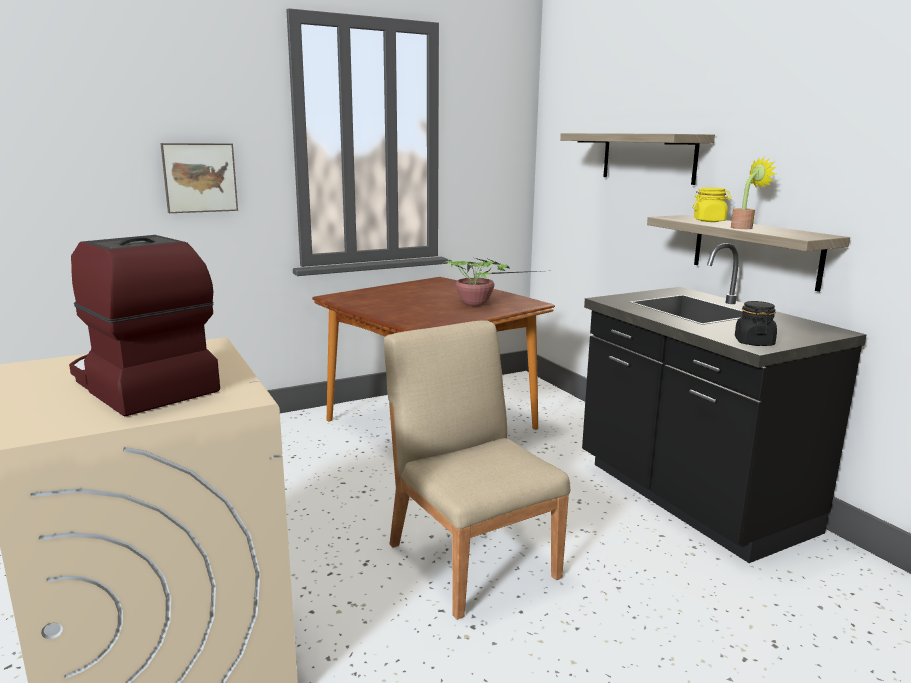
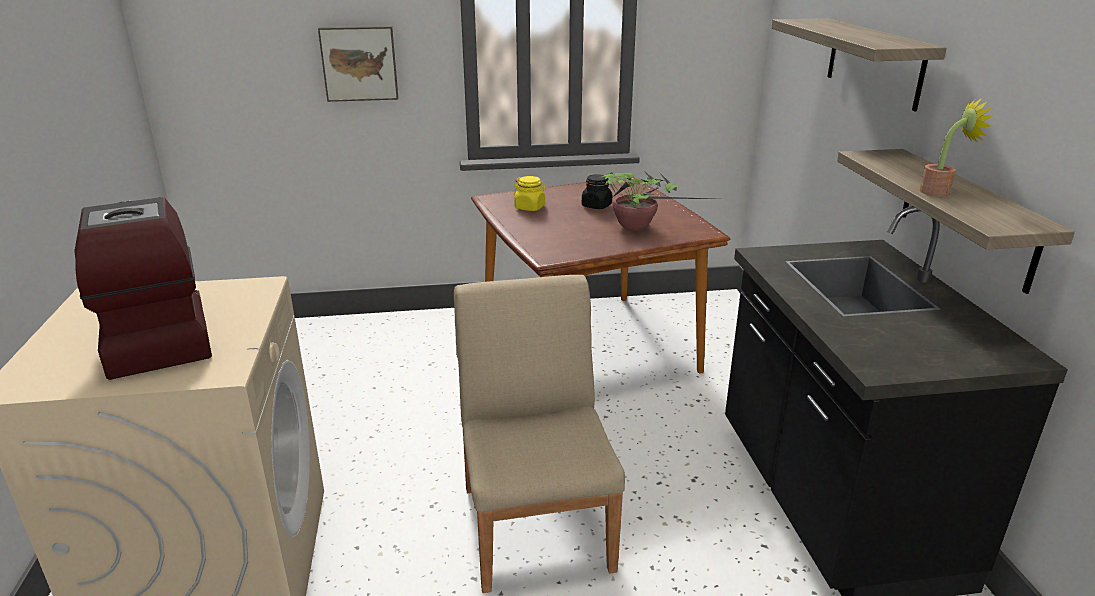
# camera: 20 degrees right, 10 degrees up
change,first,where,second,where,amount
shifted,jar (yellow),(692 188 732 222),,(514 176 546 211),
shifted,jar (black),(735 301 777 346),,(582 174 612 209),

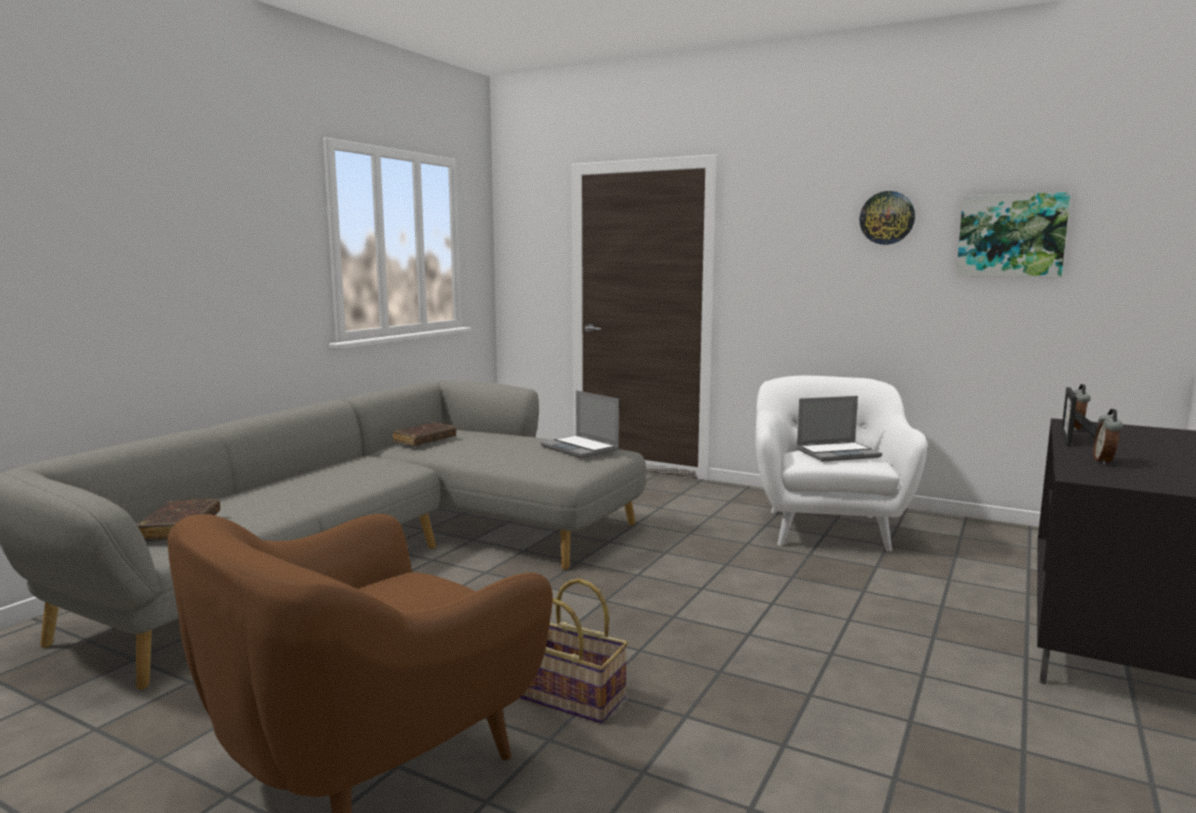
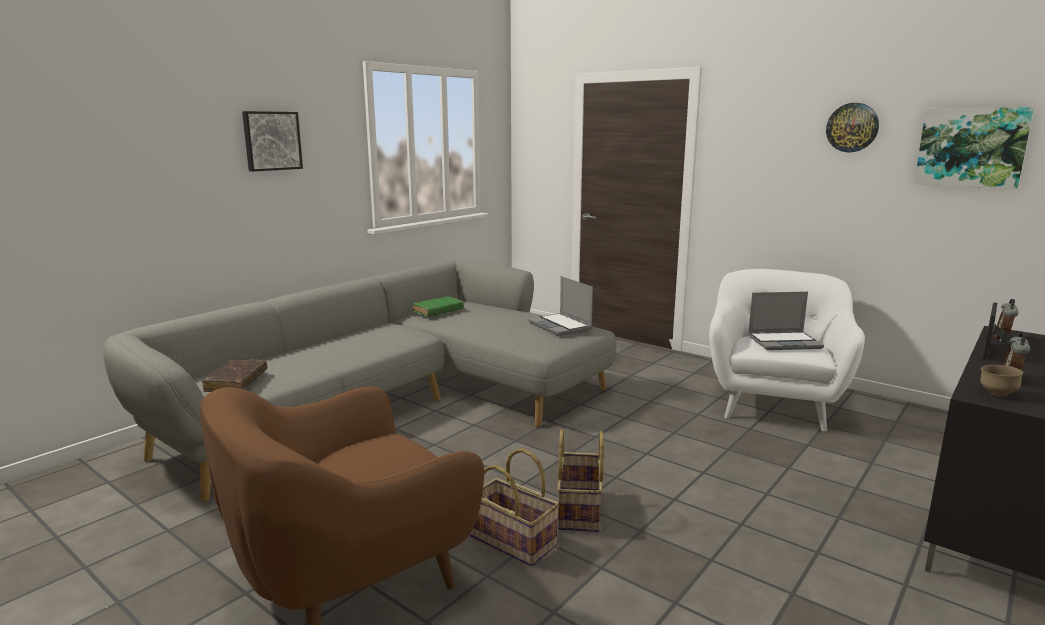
# camera: 10 degrees right, 5 degrees up
change,first,where,second,where,amount
new,,,picture,(242 111 303 172),
repainted,book (brown),(392 422 456 446),book (green),(413 296 464 316),
new,,,basket,(557 429 604 532),
new,,,bowl (brown),(981 365 1023 396),

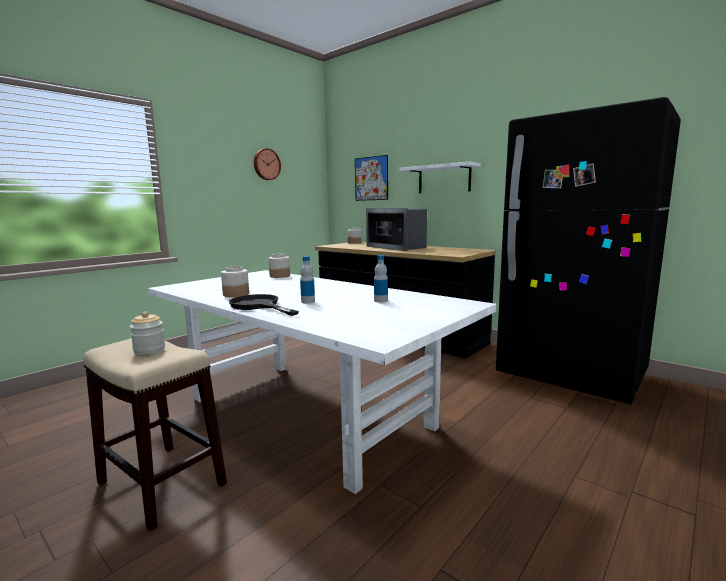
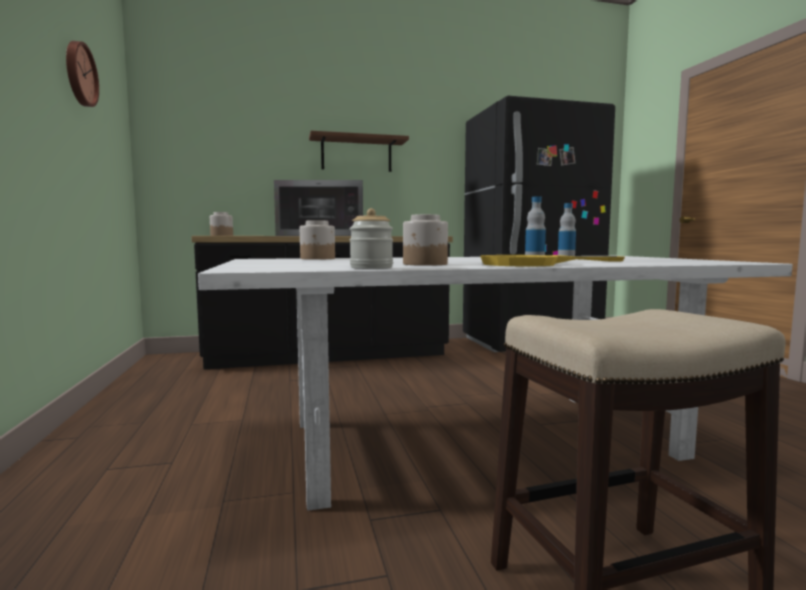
# camera: 55 degrees left, 5 degrees down
change,first,where,second,where,amount
repainted,shelf (white),(399 162 481 193),shelf (brown),(309 131 409 172),
shifted,jar,(130 312 165 354),,(349 208 393 269),
repainted,frying pan (black),(229 294 299 316),frying pan (yellow),(480 255 625 266),
gone,picture,(355 155 388 201),,,

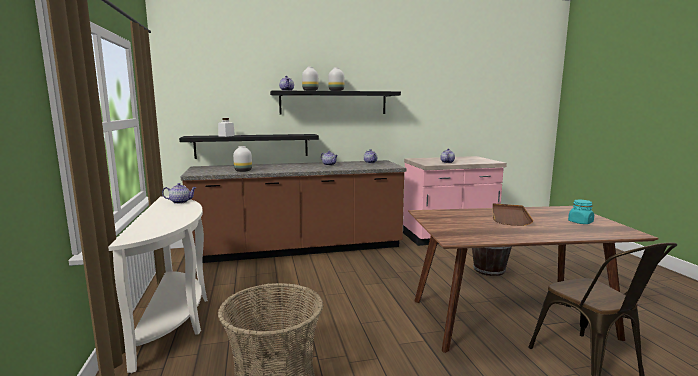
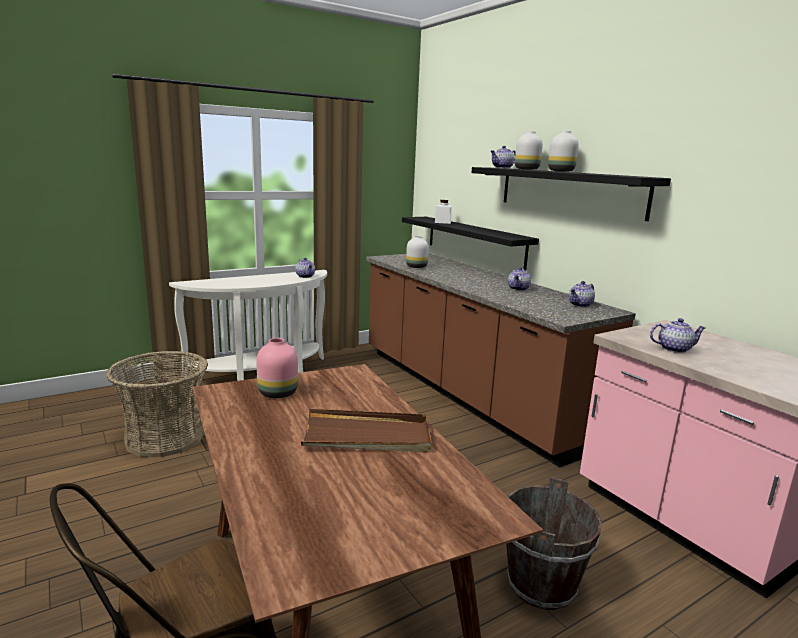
# camera: 70 degrees right, 5 degrees up
change,first,where,second,where,amount
new,,,vase (pink),(256 338 298 398),
gone,jar (turquoise),(568 200 594 224),,,

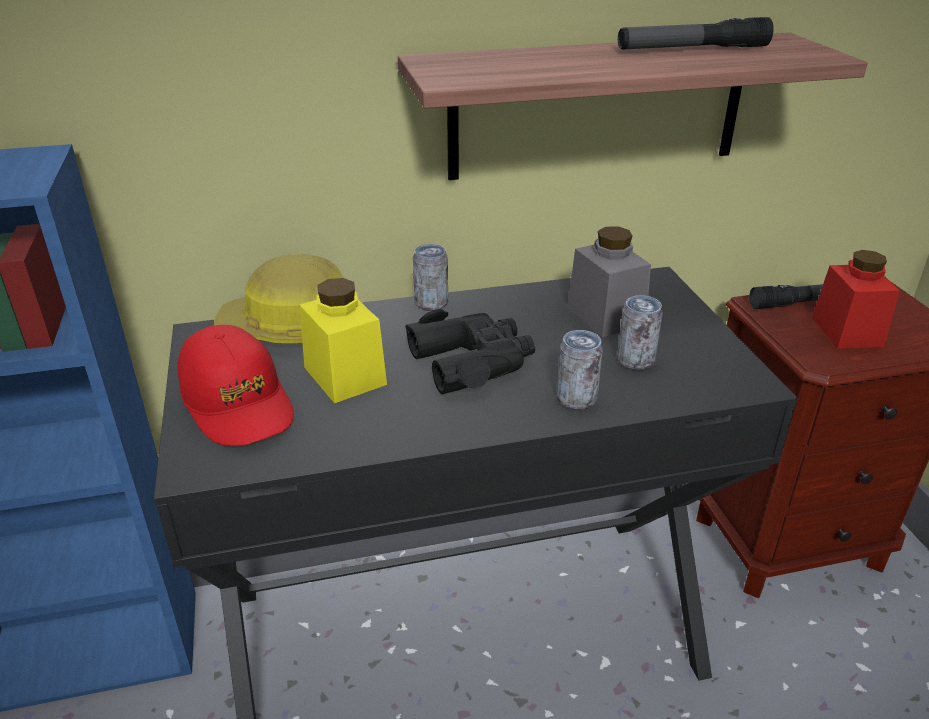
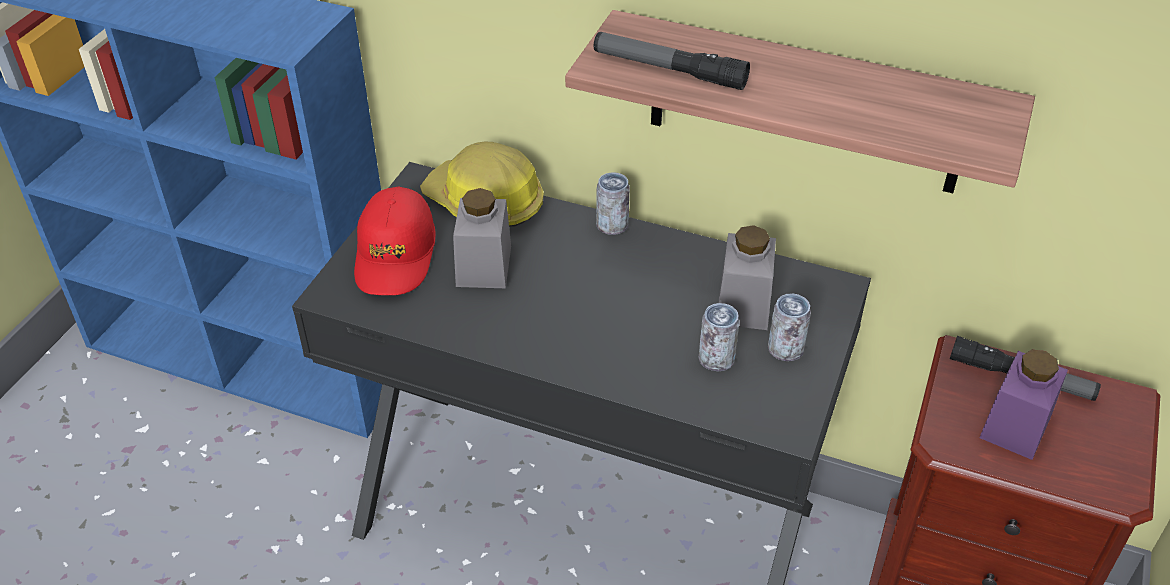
# camera: 35 degrees right, 10 degrees up
change,first,where,second,where,amount
repainted,jar (yellow),(299 278 387 403),jar (grey),(453 188 511 288),
shifted,flashlight,(618 17 774 49),,(594 32 750 90),
shifted,can,(557 330 603 410),,(768 293 811 361),
repainted,jar (red),(812 250 900 349),jar (purple),(979 350 1068 460),
gone,binoculars (black),(405 309 535 394),,,

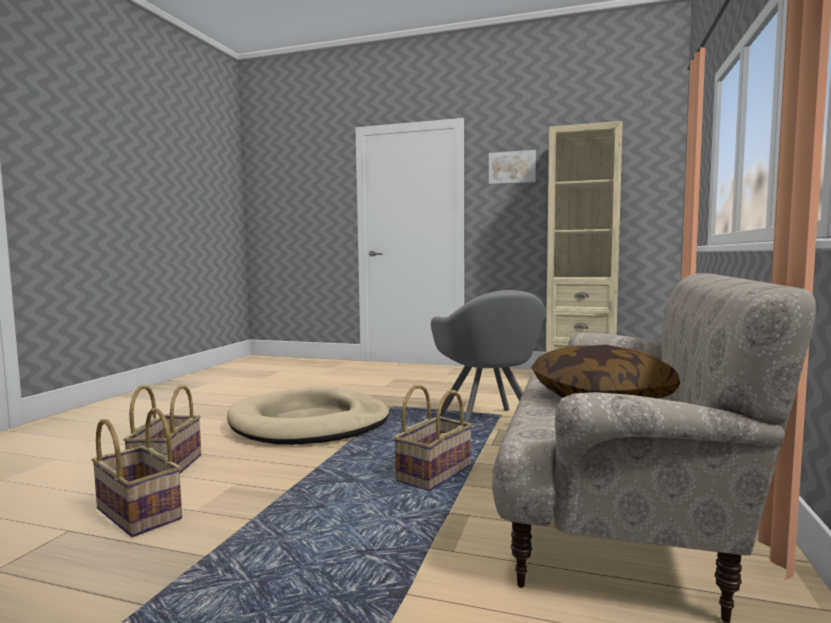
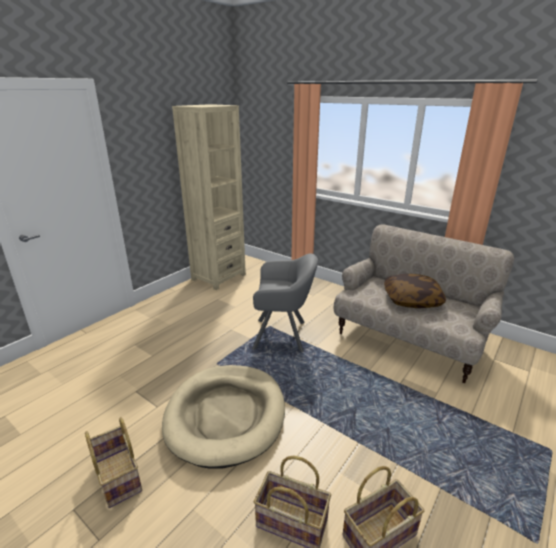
# camera: 70 degrees left, 20 degrees up
change,first,where,second,where,amount
shifted,basket,(393 384 472 491),,(85 417 142 508),
gone,picture,(489 150 536 185),,,

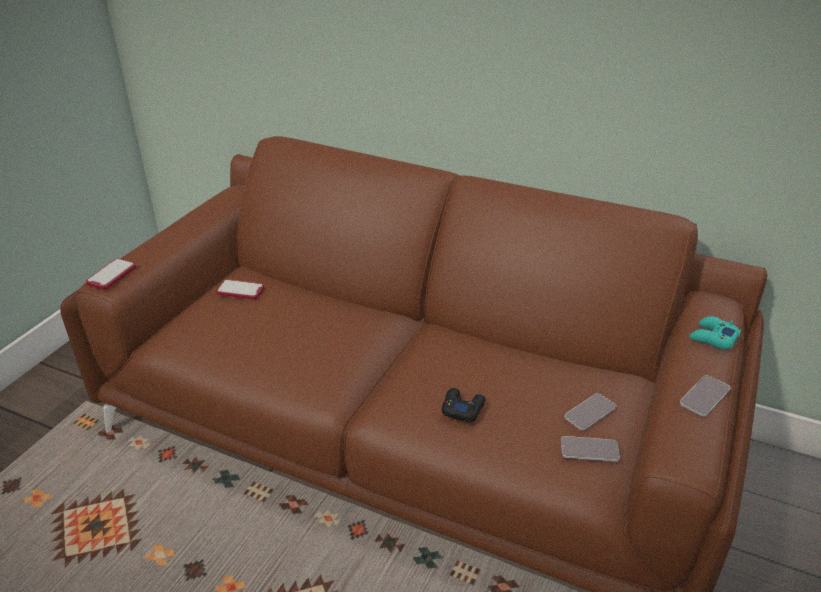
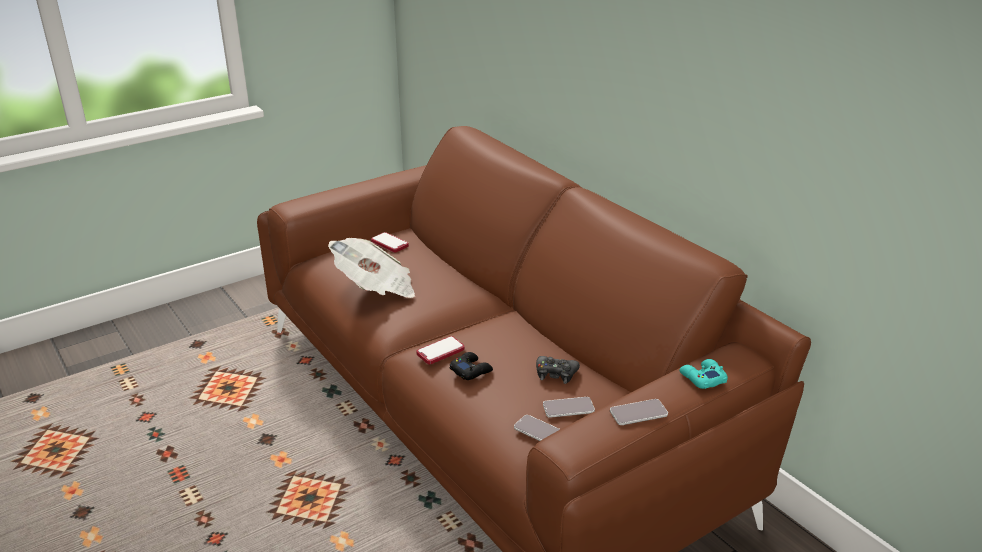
# camera: 30 degrees right, 5 degrees down
change,first,where,second,where,amount
new,,,newspaper,(328 238 415 298),
shifted,phone,(86 259 136 290),,(416 336 465 364),
new,,,game controller (black),(536 356 580 384),

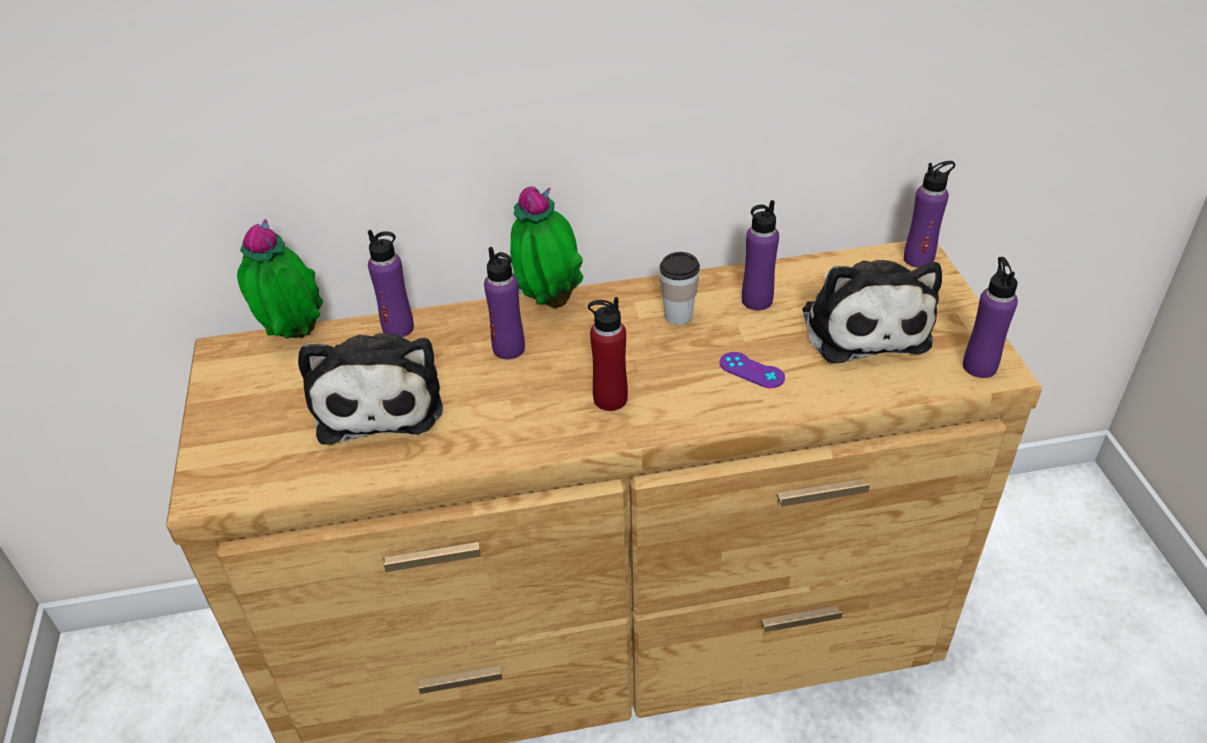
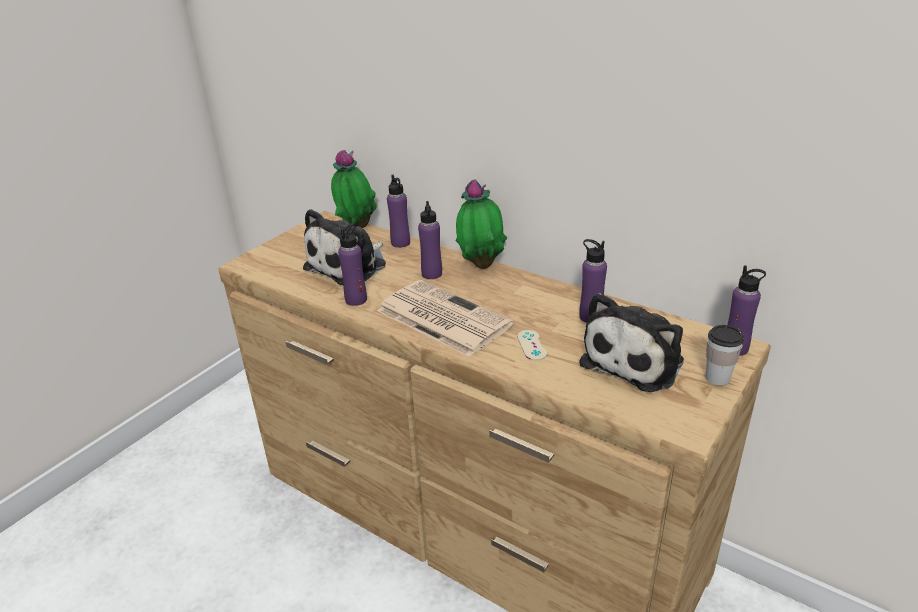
# camera: 45 degrees right, 10 degrees down
change,first,where,second,where,amount
shifted,bottle (purple),(963 257 1018 378),,(338 223 367 306),
swapped,bottle (red),(588 297 628 411),newspaper,(377 280 514 357),
repainted,game controller (purple),(719 352 785 388),game controller (beige),(517 330 547 361),
shifted,cup,(659 252 700 325),,(706 325 744 386),

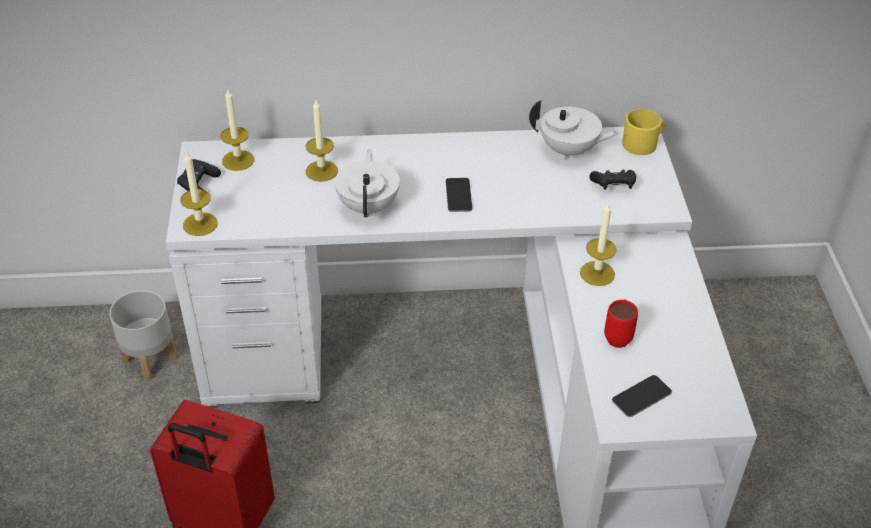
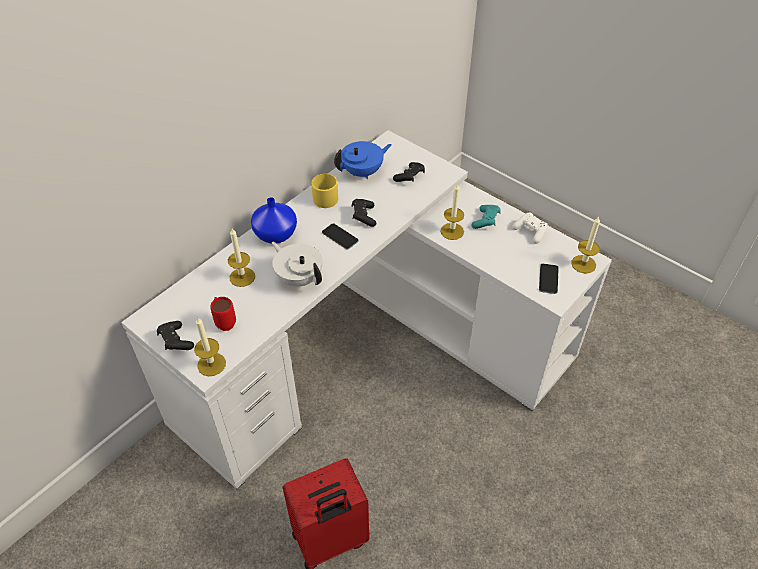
# camera: 45 degrees left, 5 degrees up
change,first,where,second,where,amount
shifted,mug (red),(604 299 638 348),,(210 297 236 331),
new,,,vase (blue),(251 197 297 244),
shifted,mug (yellow),(622 109 665 155),,(311 174 338 208),
repainted,teapot (white),(529 100 619 160),teapot (blue),(334 141 392 179),
new,,,game controller (black),(352 199 376 227),
new,,,game controller (turquoise),(471 205 501 229),
new,,,game controller (white),(512 213 548 244),
shifted,candle,(221 90 254 171),,(571 216 600 274),
gone,planter (grey),(109 290 177 380),,,

